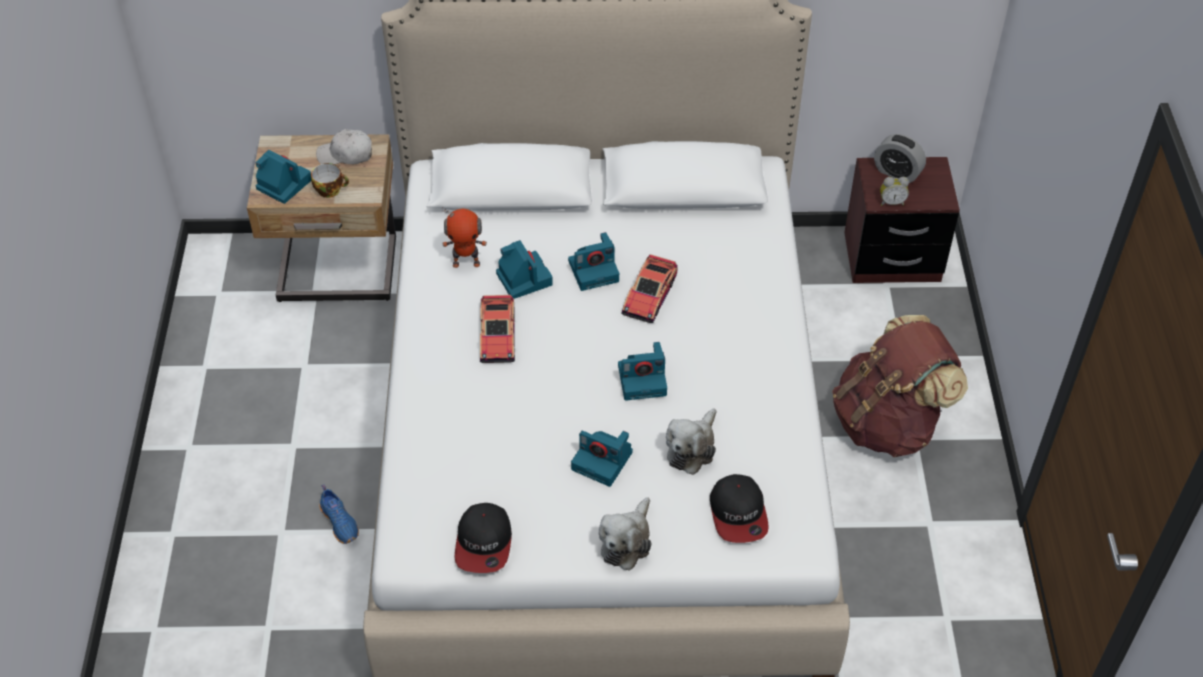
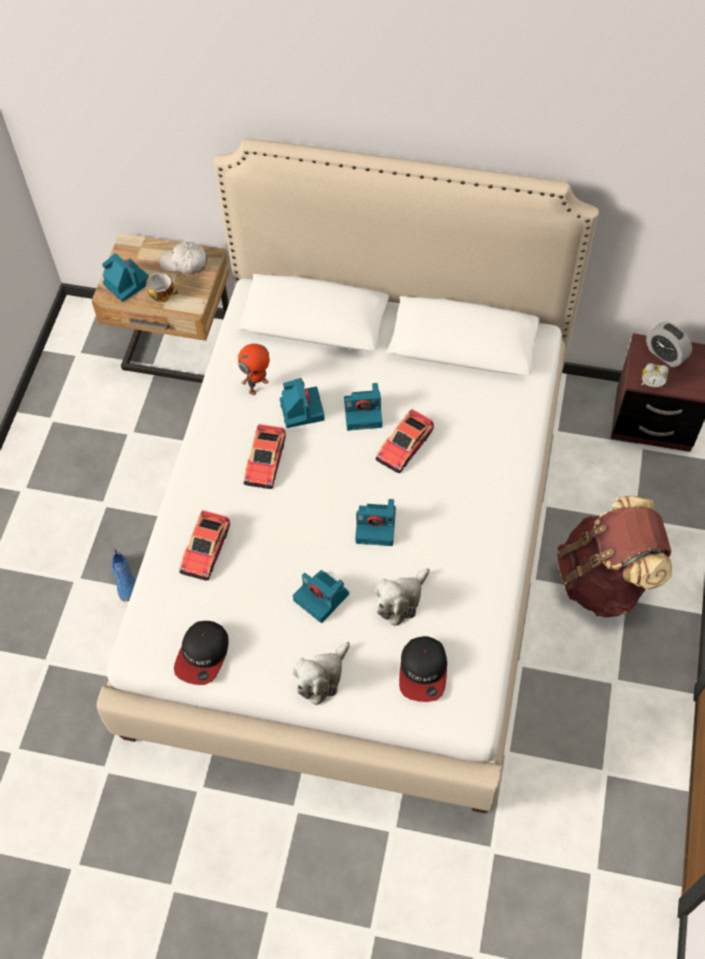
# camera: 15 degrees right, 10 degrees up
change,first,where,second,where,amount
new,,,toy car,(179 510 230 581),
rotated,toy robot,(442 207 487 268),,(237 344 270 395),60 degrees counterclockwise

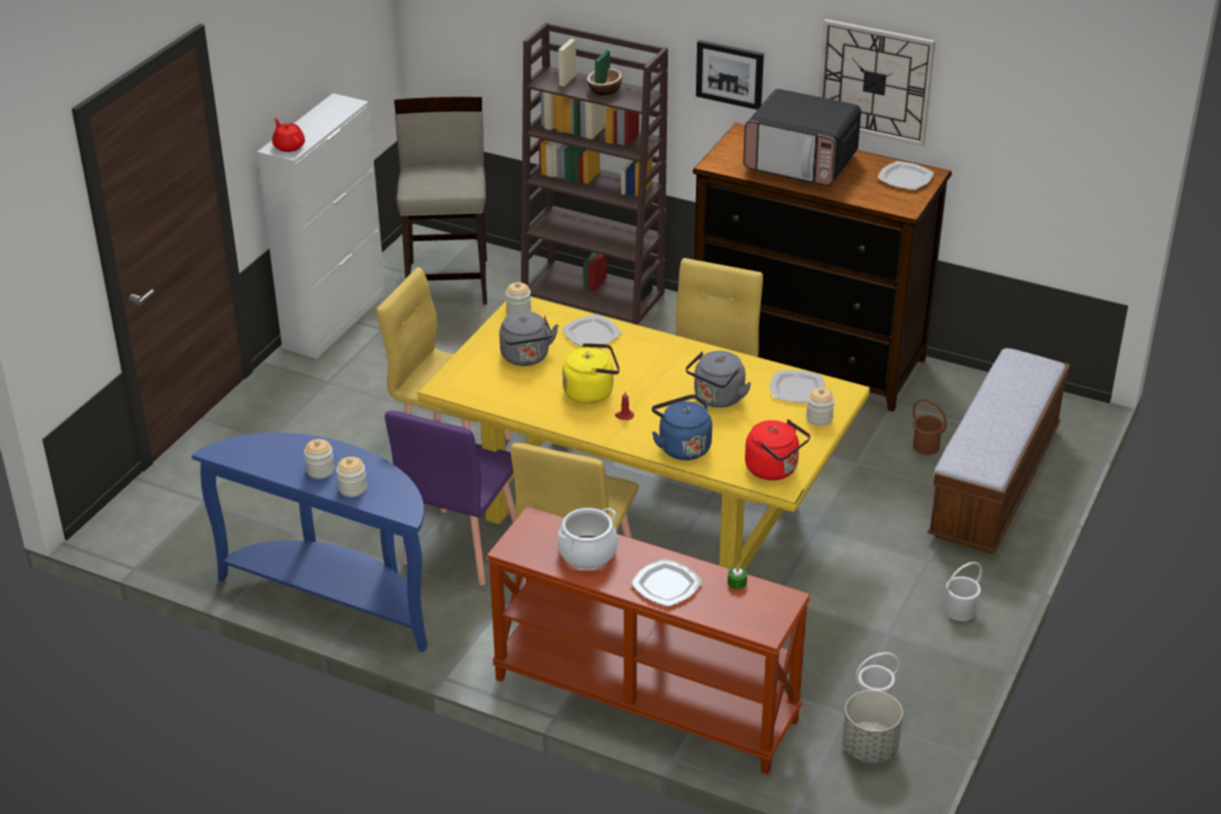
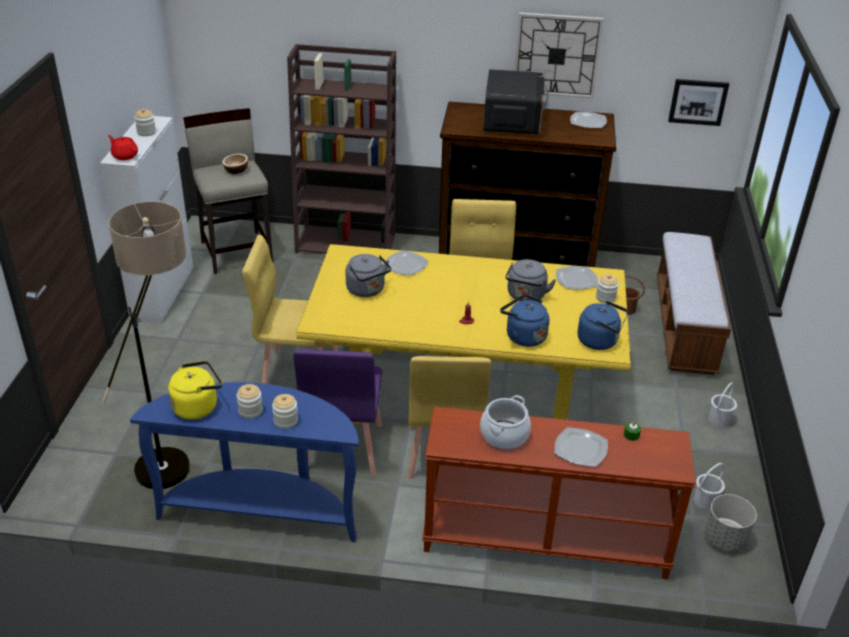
# camera: 20 degrees left, 0 degrees up
change,first,where,second,where,amount
new,,,floor lamp,(102 202 190 489),
shifted,jar,(506 282 531 315),,(134 109 156 136),
shifted,kettle (yellow),(563 343 620 404),,(168 361 222 419),
shifted,bowl,(587 68 622 96),,(222 154 248 174),
rotated,microwave,(743 89 861 186),,(483 69 549 135),90 degrees counterclockwise
repainted,kettle (red),(745 419 810 480),kettle (blue),(577 301 628 350),
shifted,picture,(696 40 764 110),,(668 79 729 126),

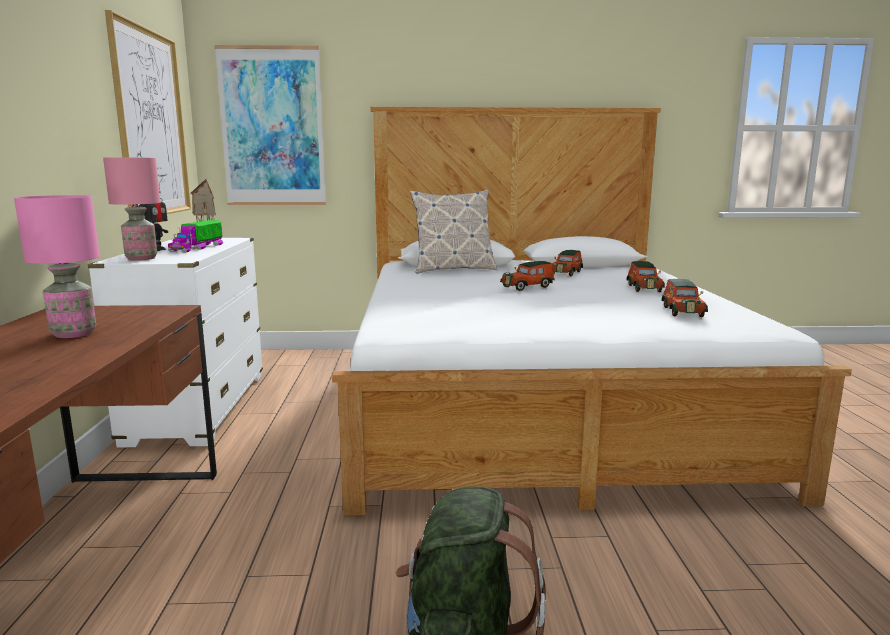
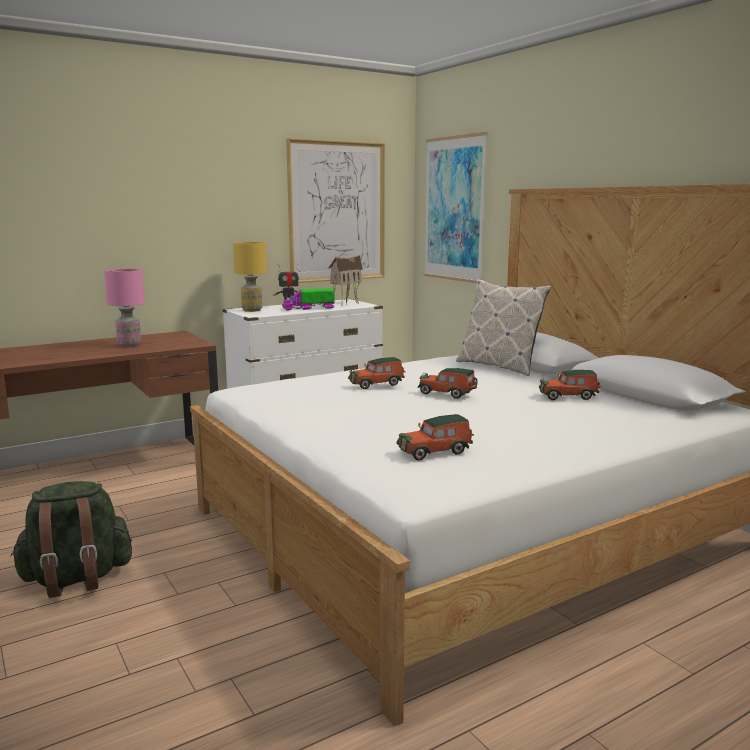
# camera: 60 degrees right, 0 degrees up
change,first,where,second,where,amount
repainted,table lamp (pink),(103 157 161 261),table lamp (yellow),(233 242 266 312),
shifted,toy car,(626 261 665 292),,(348 357 406 389),

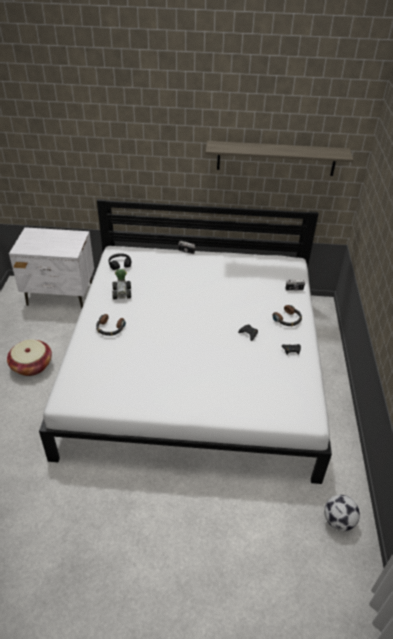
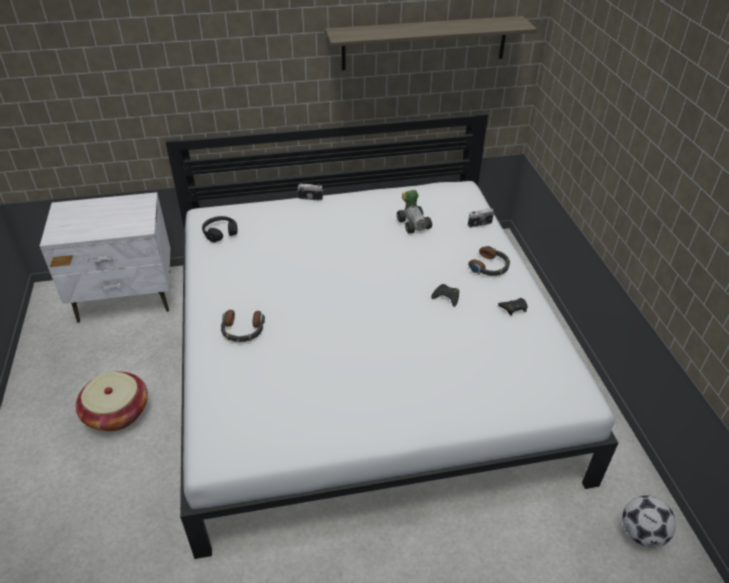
# camera: 15 degrees left, 0 degrees up
change,first,where,second,where,amount
shifted,toy car,(112 269 131 299),,(397 190 432 234),

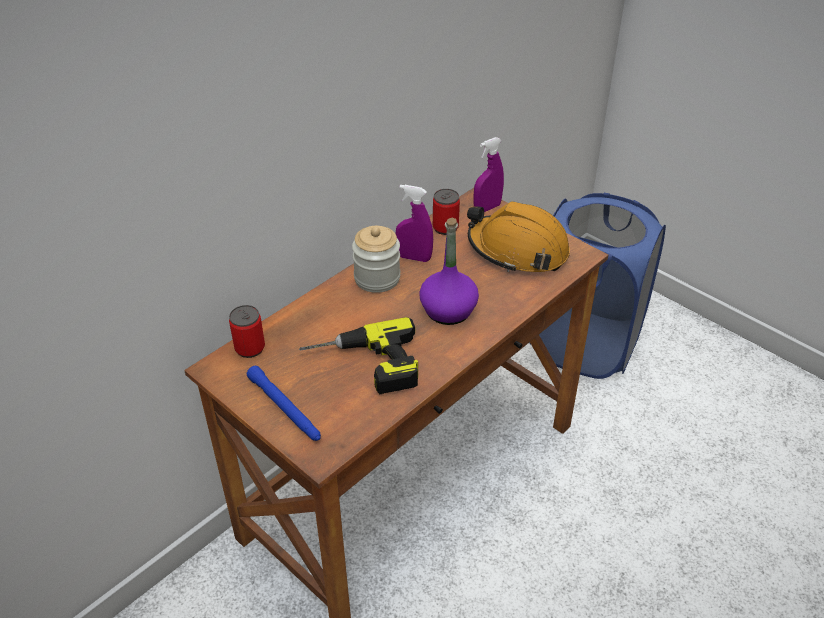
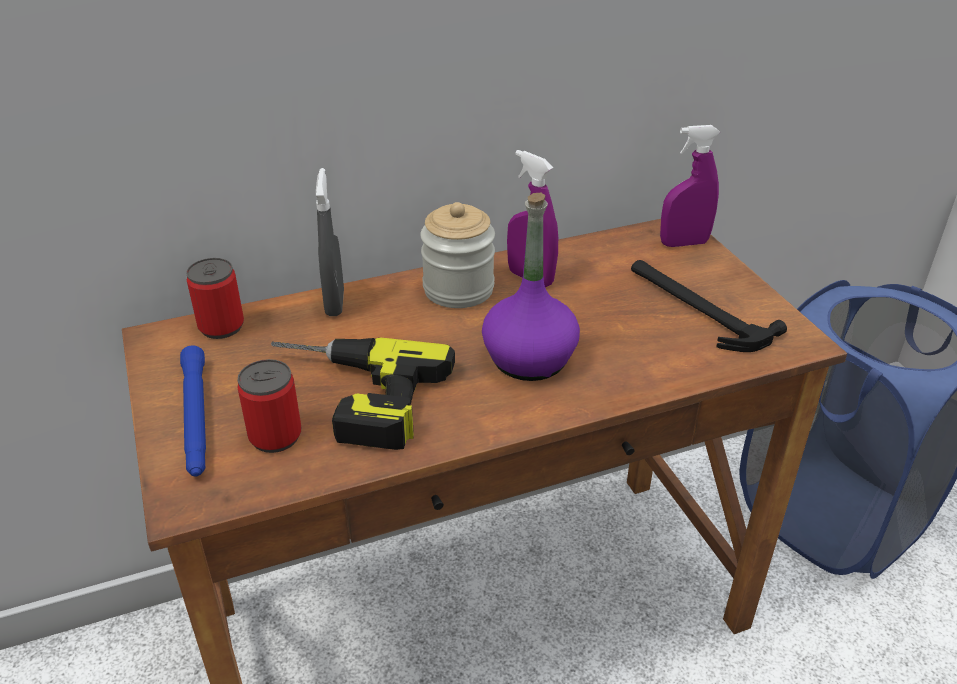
# camera: 25 degrees right, 5 degrees down
change,first,where,second,where,amount
shifted,can,(433 189 460 235),,(238 359 301 453),
new,,,spray bottle (grey),(316 168 344 316),
swapped,hard hat (orange),(467 201 570 272),hammer,(631 260 787 352),

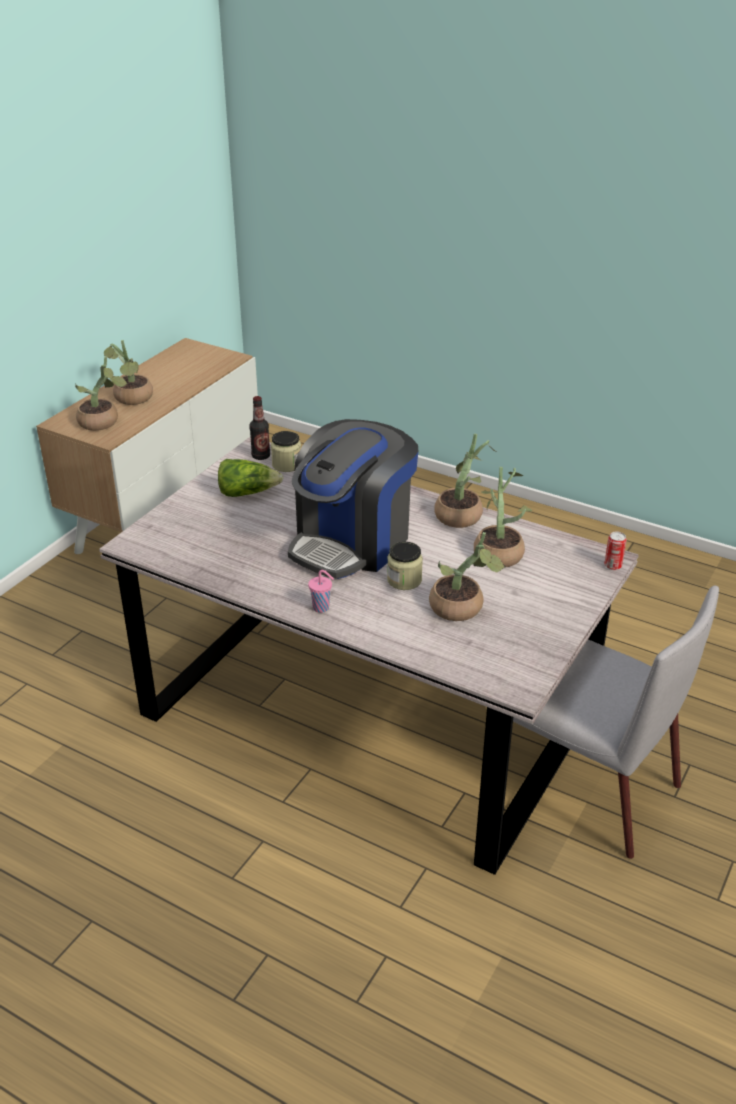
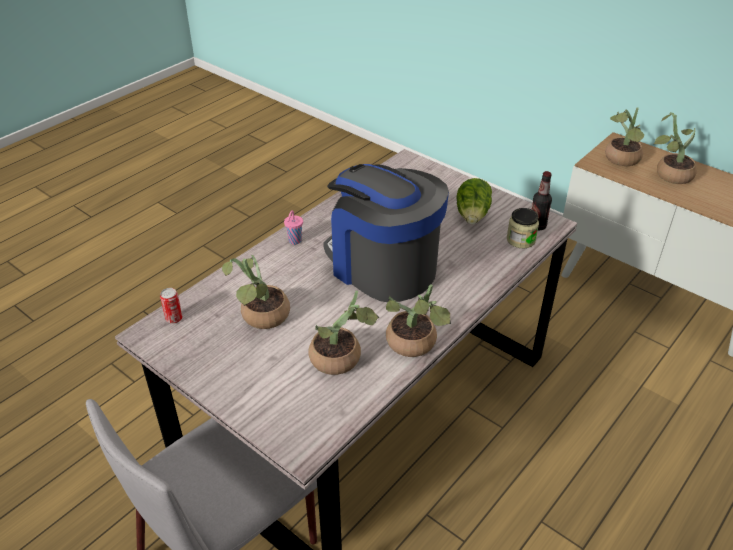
# camera: 100 degrees right, 5 degrees up
change,first,where,second,where,amount
shifted,can,(604 531 627 570),,(160 288 183 324),
gone,jar,(387 542 423 590),,,

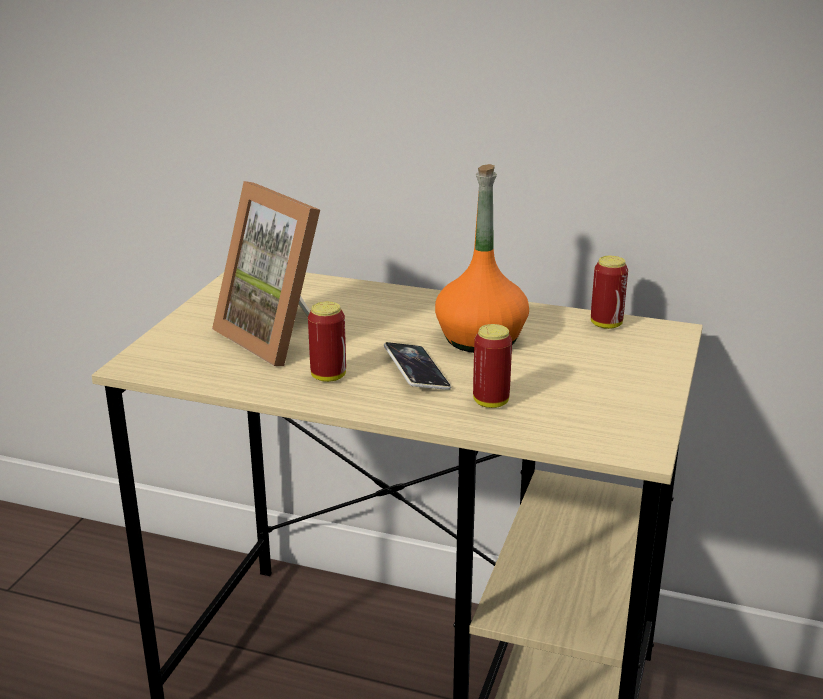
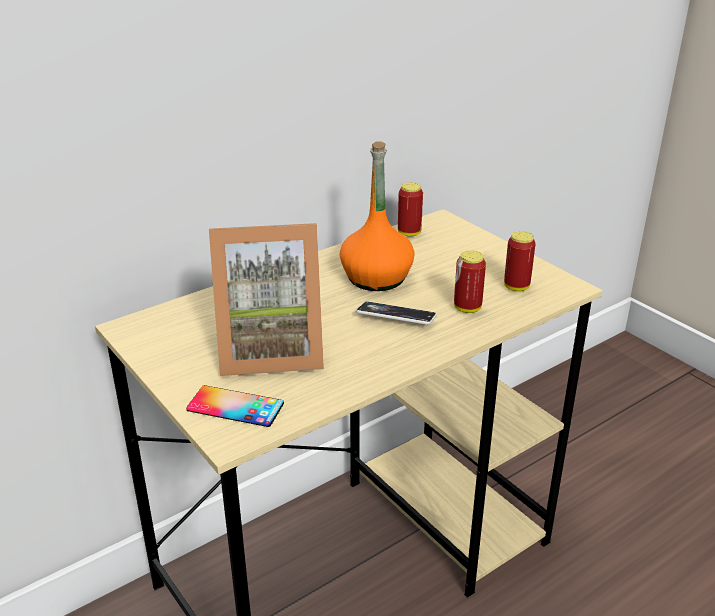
# camera: 55 degrees left, 5 degrees up
change,first,where,second,where,amount
new,,,phone,(186 385 284 427),
shifted,can,(308 301 346 382),,(504 231 535 291),

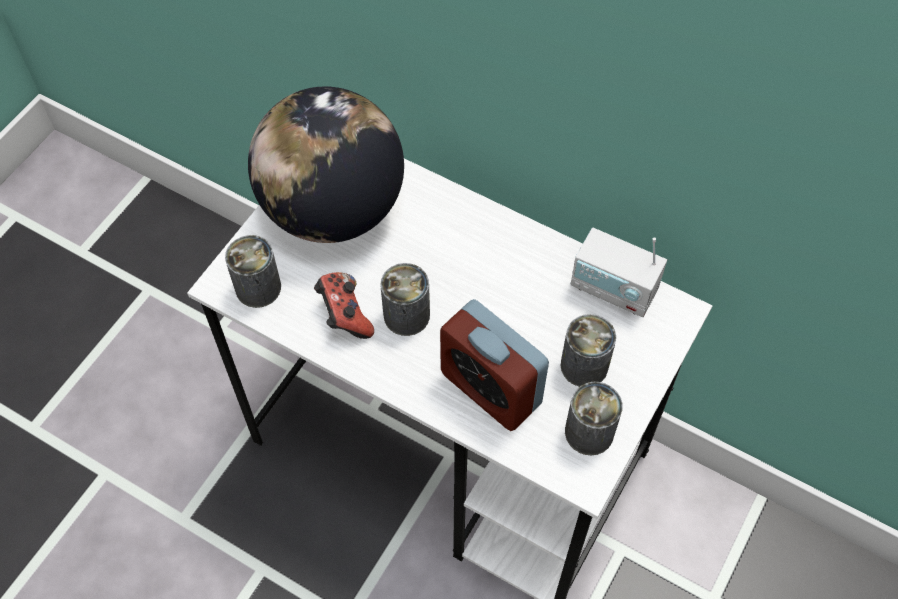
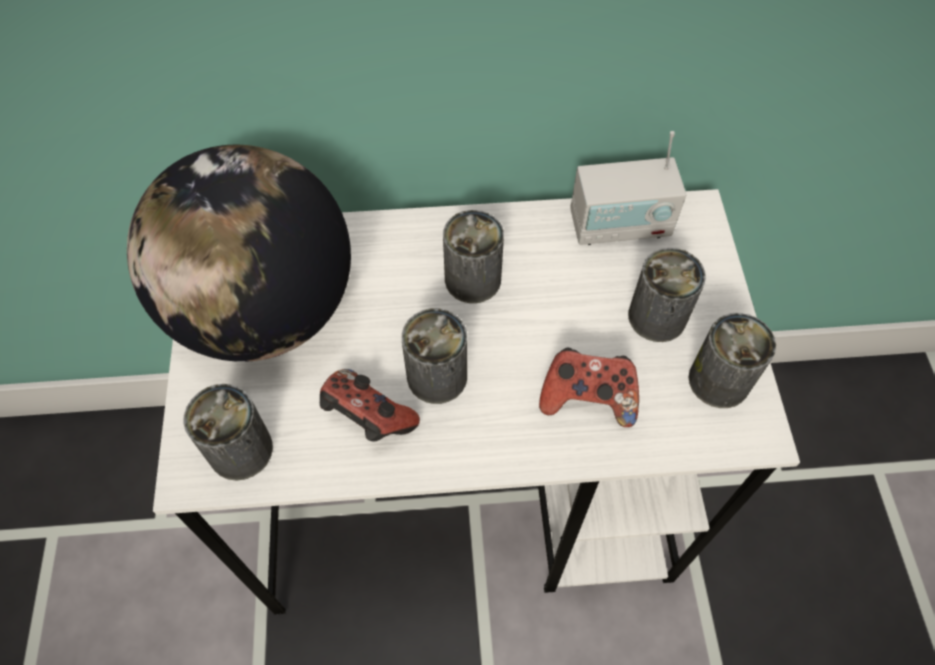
# camera: 35 degrees left, 0 degrees up
change,first,where,second,where,amount
new,,,can,(443 210 504 303),
swapped,alarm clock,(440 299 549 431),game controller,(539 348 639 427),

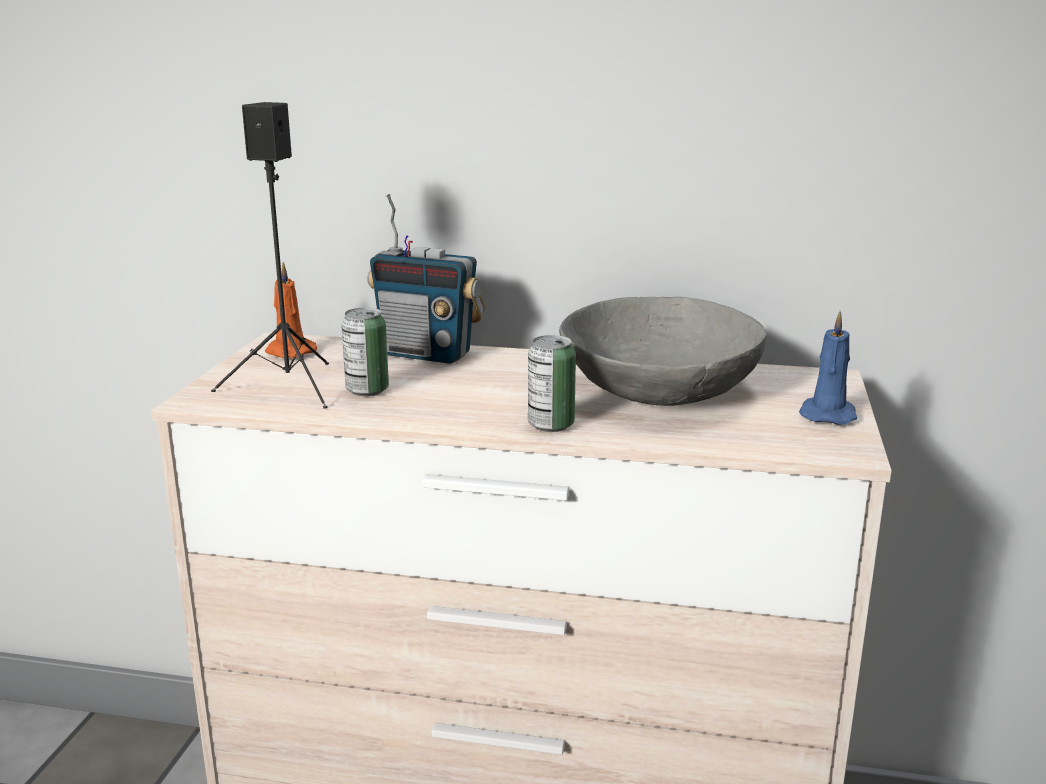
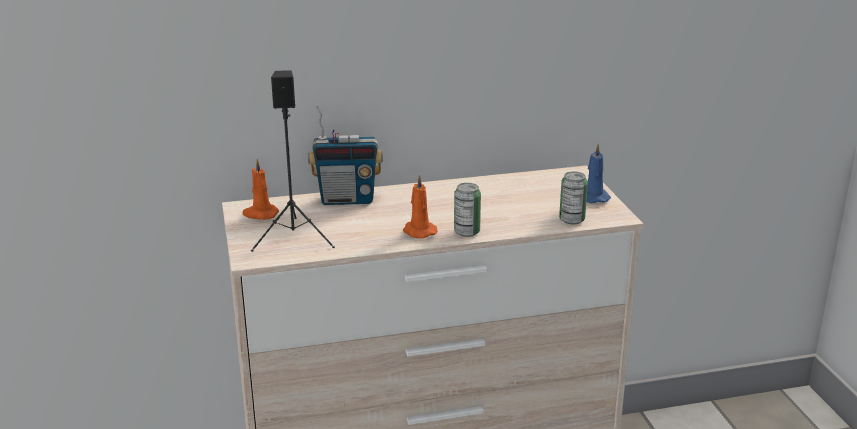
# camera: 25 degrees left, 5 degrees up
change,first,where,second,where,amount
new,,,candle (orange),(403 174 438 239),
shifted,can,(341 308 389 396),,(559 171 588 224),
gone,bowl (grey),(559 297 767 406),,,

